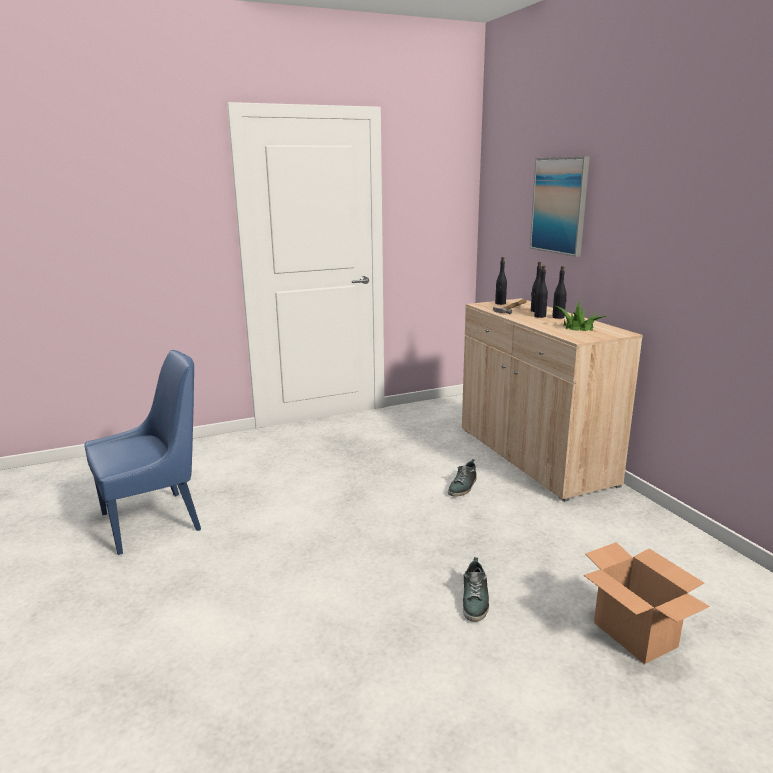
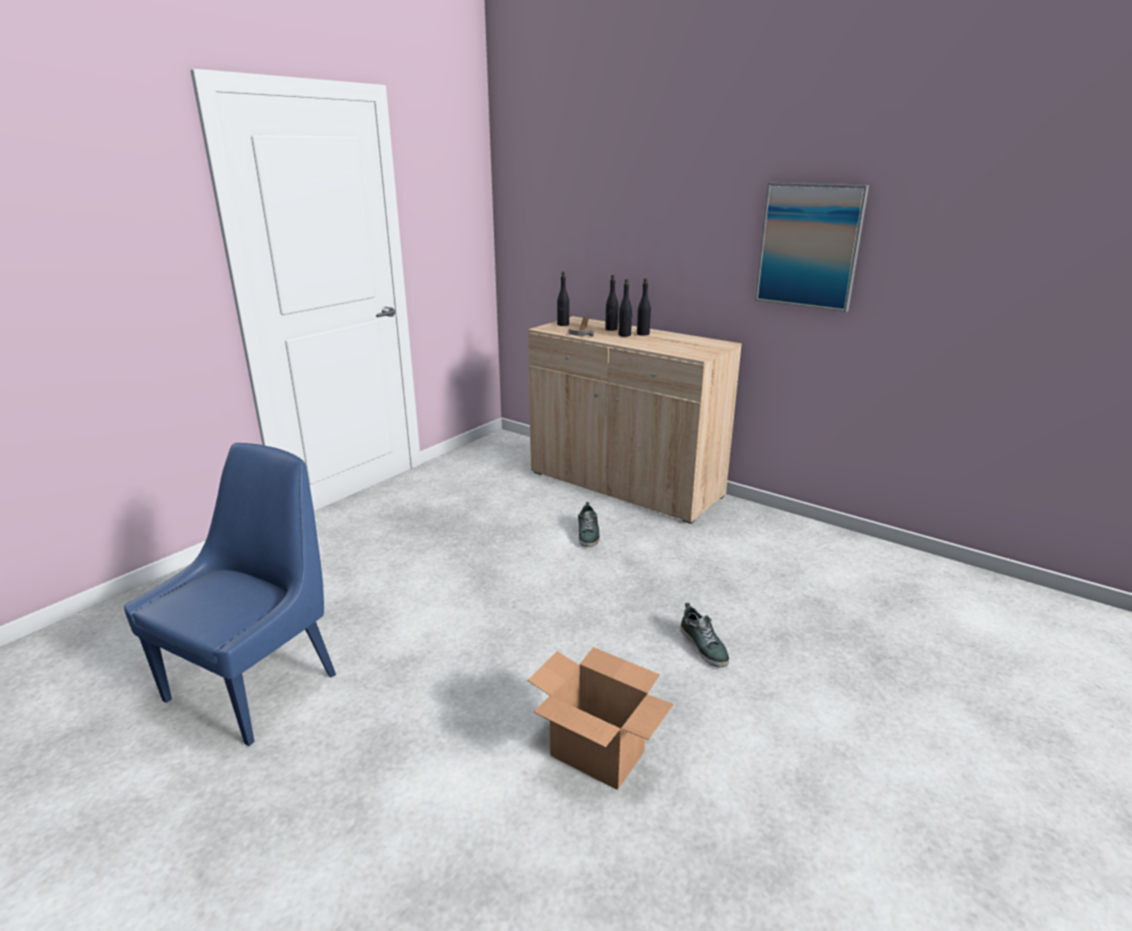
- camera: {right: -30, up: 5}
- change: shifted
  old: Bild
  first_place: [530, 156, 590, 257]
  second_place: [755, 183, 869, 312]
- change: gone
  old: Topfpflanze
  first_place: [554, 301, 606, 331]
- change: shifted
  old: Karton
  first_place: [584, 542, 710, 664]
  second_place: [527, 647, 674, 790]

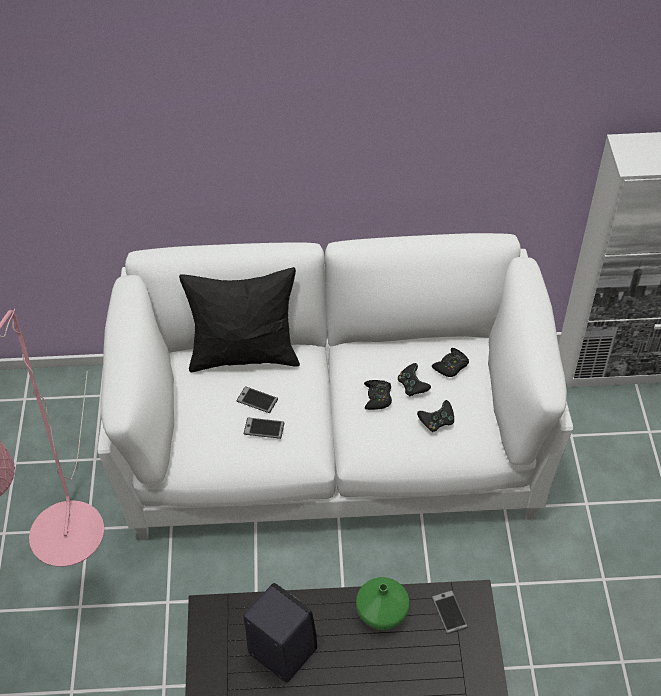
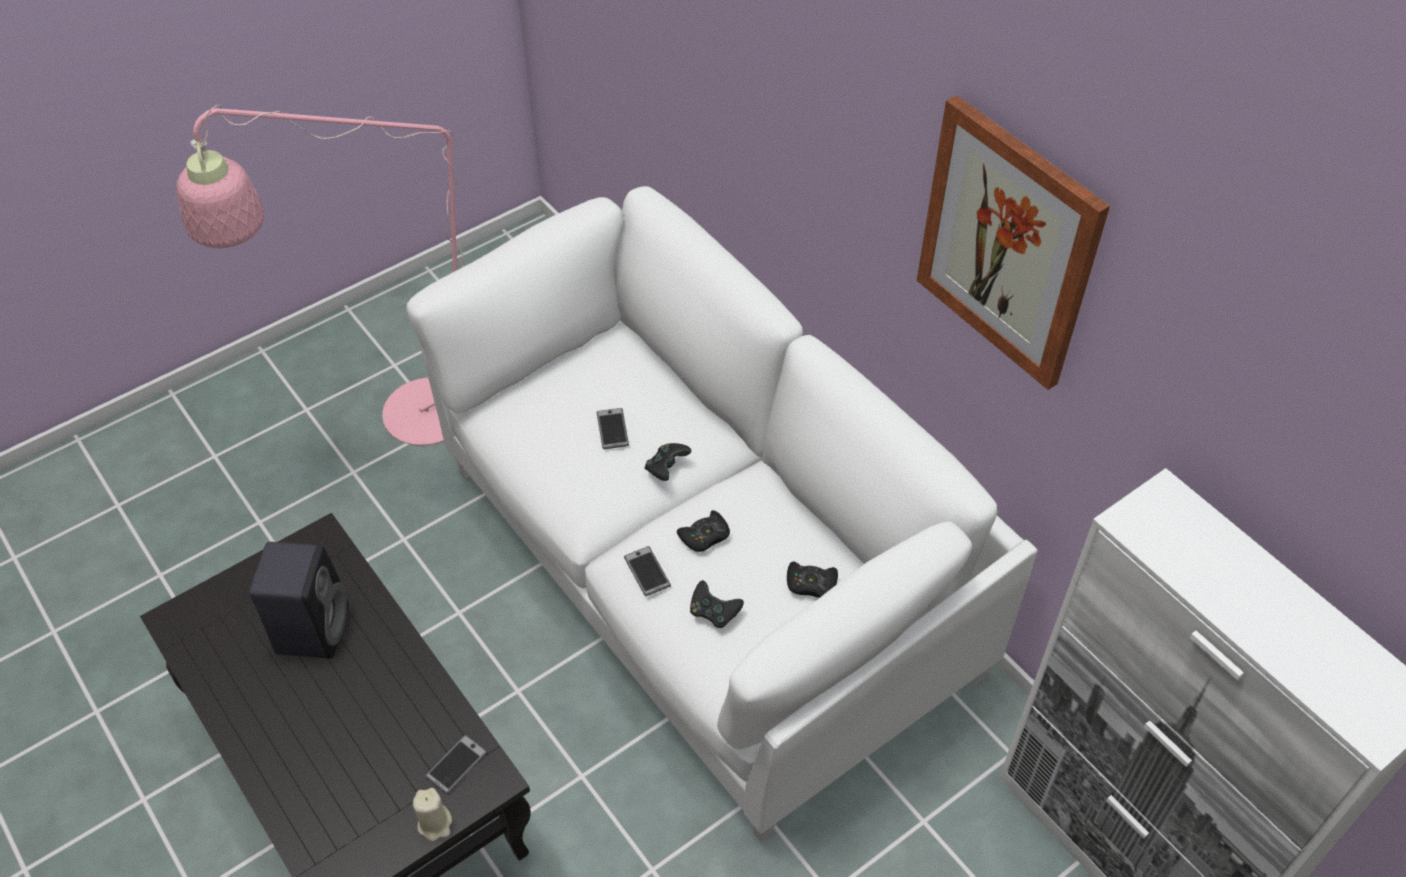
- camera: {right: 55, up: 0}
- change: gone
  old: Kissen/schwarz
  first_place: [179, 267, 300, 372]
- change: shifted
  old: Handy
  first_place: [244, 418, 284, 439]
  second_place: [624, 546, 671, 596]
- change: gone
  old: Vase/grün
  first_place: [356, 577, 410, 630]
- change: shifted
  old: Gamepad/schwarz
  first_place: [398, 363, 431, 396]
  second_place: [645, 443, 691, 481]
- change: new
  new: Kerze/beige
  second_place: [413, 788, 452, 841]
- change: new
  new: Bild
  second_place: [917, 95, 1110, 390]

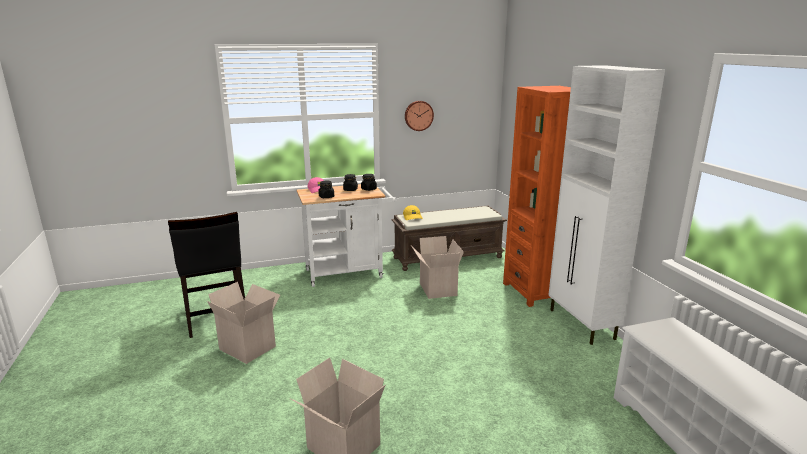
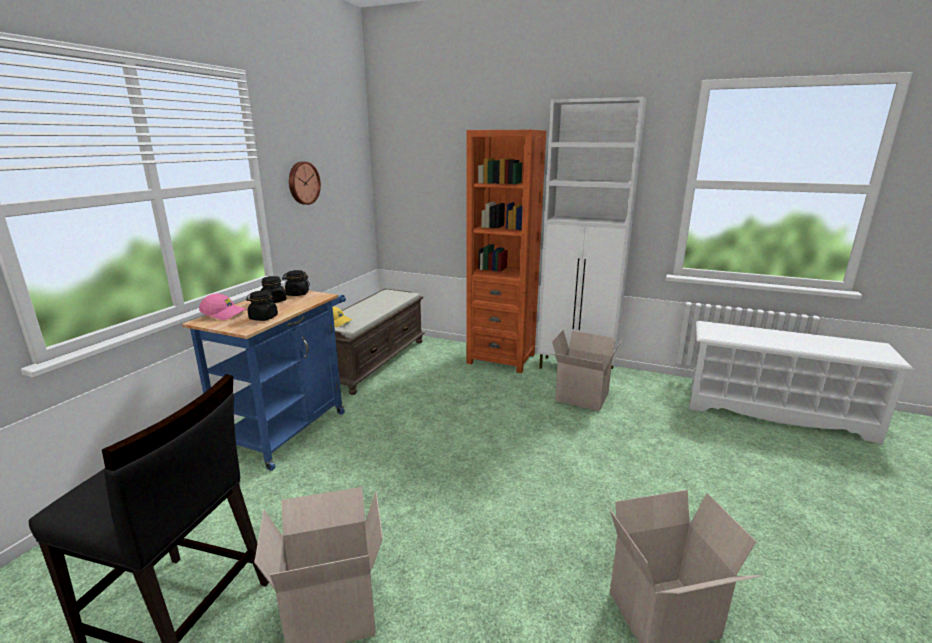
- camera: {right: -50, up: 0}
- change: repainted
  old: Rollwagen/weiß
  new: Rollwagen/blau
  first_place: [297, 184, 397, 287]
  second_place: [182, 287, 346, 471]
- change: shifted
  old: Karton
  first_place: [412, 236, 464, 299]
  second_place: [552, 330, 621, 411]

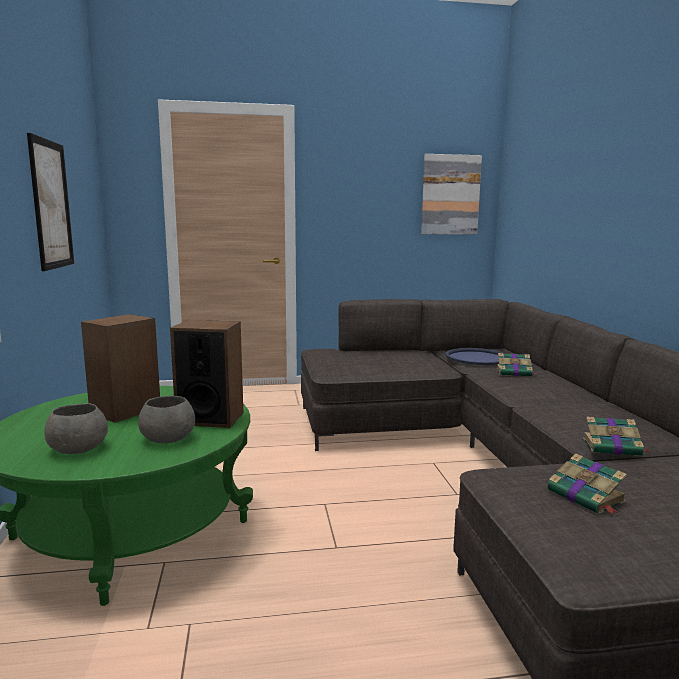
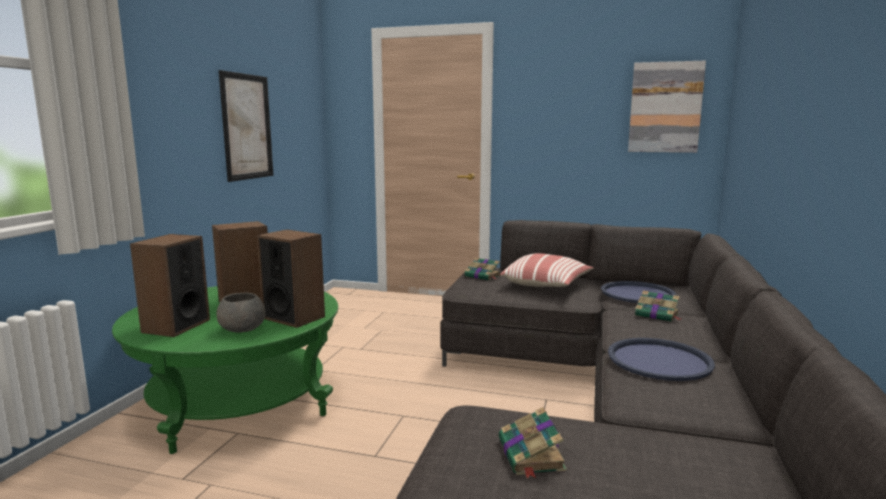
- camera: {right: 25, up: 0}
- change: swapped
  old: Schüssel/grau
  new: Lautsprecher
  first_place: [44, 403, 108, 454]
  second_place: [130, 234, 210, 337]
- change: shifted
  old: Buch
  first_place: [583, 416, 650, 456]
  second_place: [464, 258, 500, 281]
- change: new
  new: Kissen
  second_place: [500, 253, 594, 287]
- change: new
  new: Tablett/blau
  second_place: [608, 338, 715, 381]

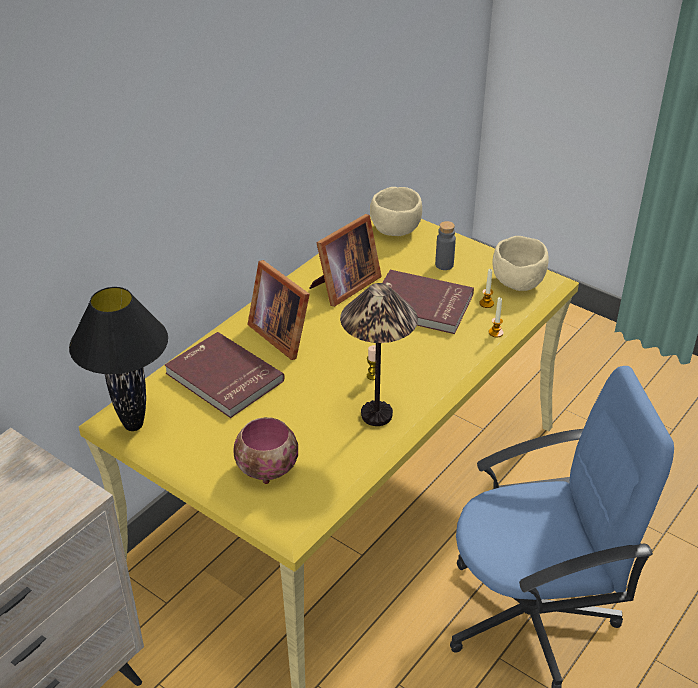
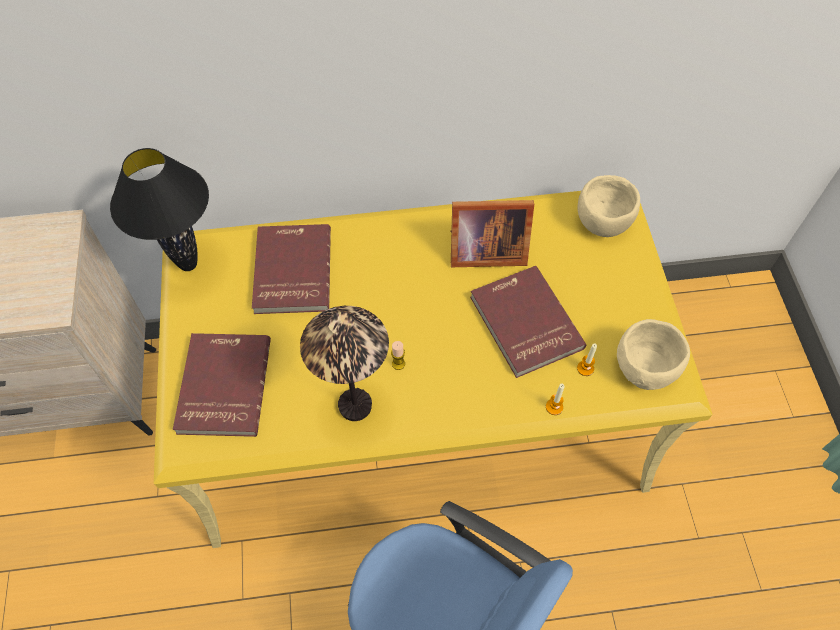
- camera: {right: 45, up: 20}
- change: swapped
  old: Schüssel
  new: Buch/rot
  first_place: [234, 417, 298, 484]
  second_place: [173, 333, 271, 437]
- change: gone
  old: Bilderrahmen
  first_place: [247, 260, 310, 360]
- change: gone
  old: Flasche/grau
  first_place: [435, 221, 456, 270]

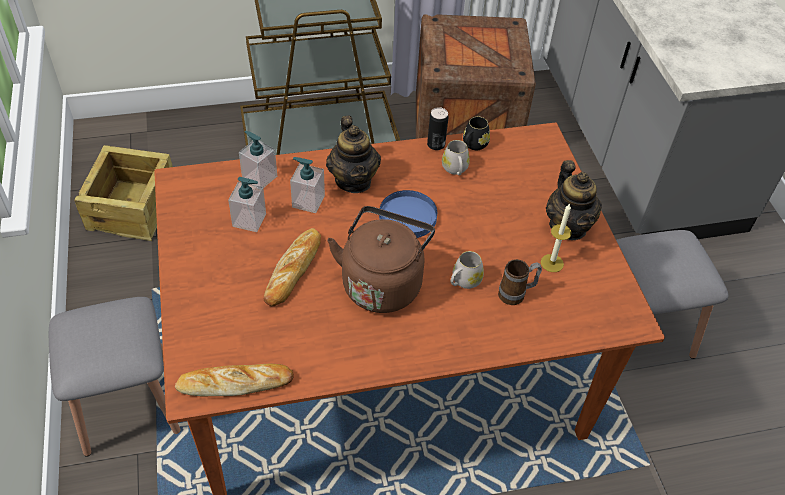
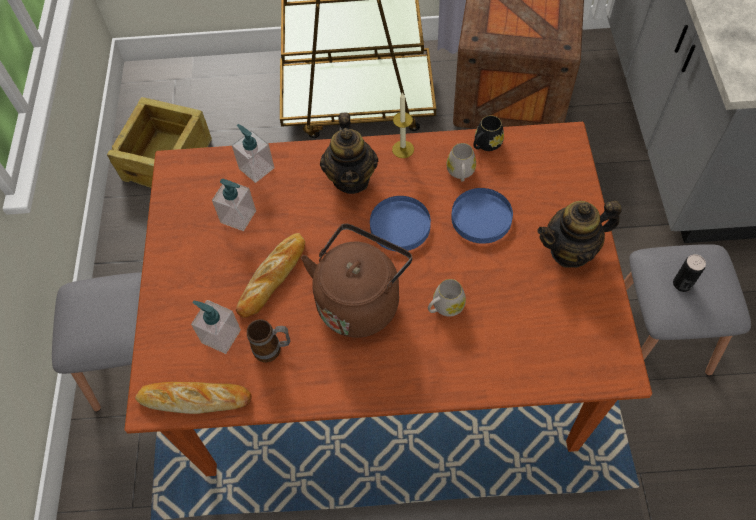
- camera: {right: 15, up: 10}
- change: shifted
  old: Seifenspender
  first_place: [290, 157, 325, 213]
  second_place: [191, 300, 241, 354]
- change: shifted
  old: Dose
  first_place: [427, 107, 449, 150]
  second_place: [673, 254, 706, 292]
- change: shifted
  old: Henkelbecher
  first_place: [498, 259, 542, 305]
  second_place: [247, 319, 290, 362]
- change: shifted
  old: Kerze
  first_place: [541, 203, 572, 272]
  second_place: [392, 92, 414, 158]
- change: rotated
  old: Teekanne
  first_place: [546, 160, 602, 240]
  second_place: [538, 200, 622, 268]
  degrees: 75
- change: new
  new: Teller/blau
  second_place: [451, 188, 513, 244]

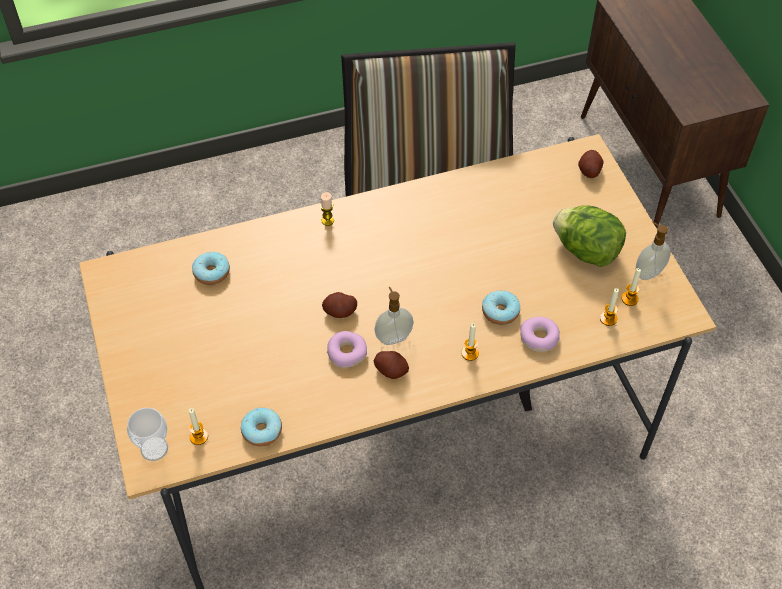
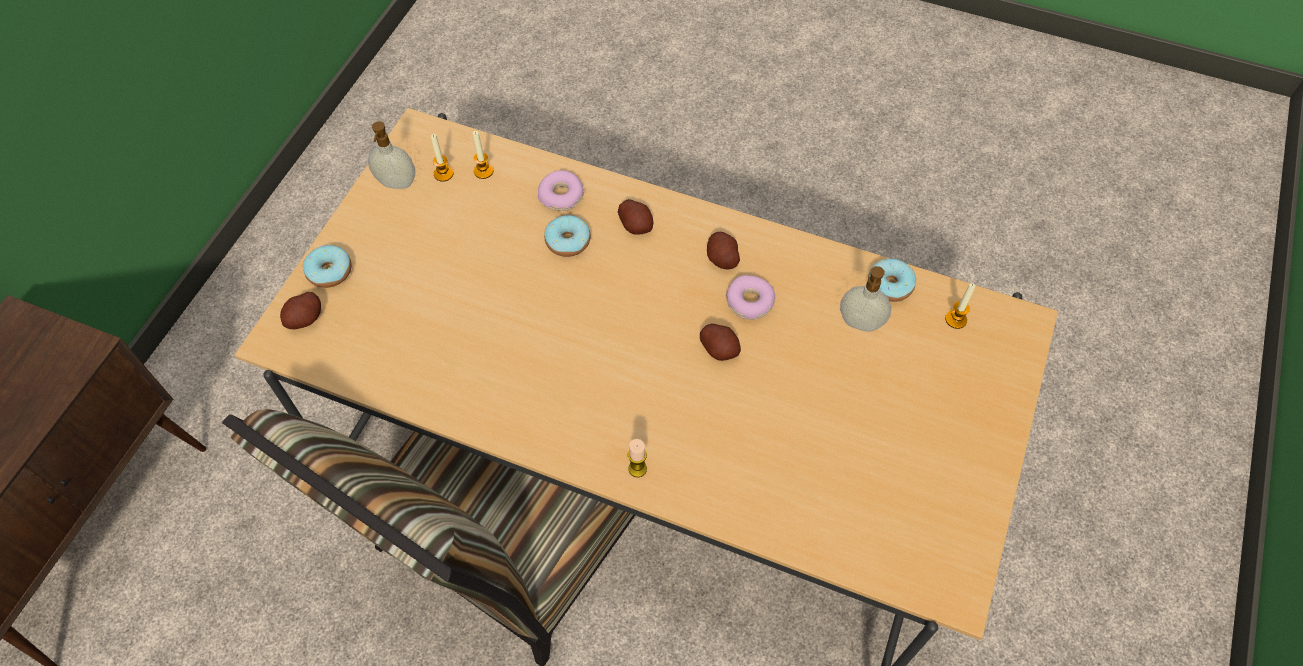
- camera: {right: -140, up: 5}
- change: gone
  old: Tasse
  first_place: [127, 408, 168, 461]
- change: shifted
  old: Donut
  first_place: [192, 252, 230, 285]
  second_place: [303, 245, 352, 288]
- change: shifted
  old: Seifenspender
  first_place: [375, 287, 414, 345]
  second_place: [840, 266, 891, 332]
- change: swapped
  old: Kerze
  new: Kartoffel
  first_place: [461, 323, 479, 361]
  second_place: [618, 199, 653, 235]
- change: gone
  old: Salatkopf
  first_place: [553, 205, 626, 267]

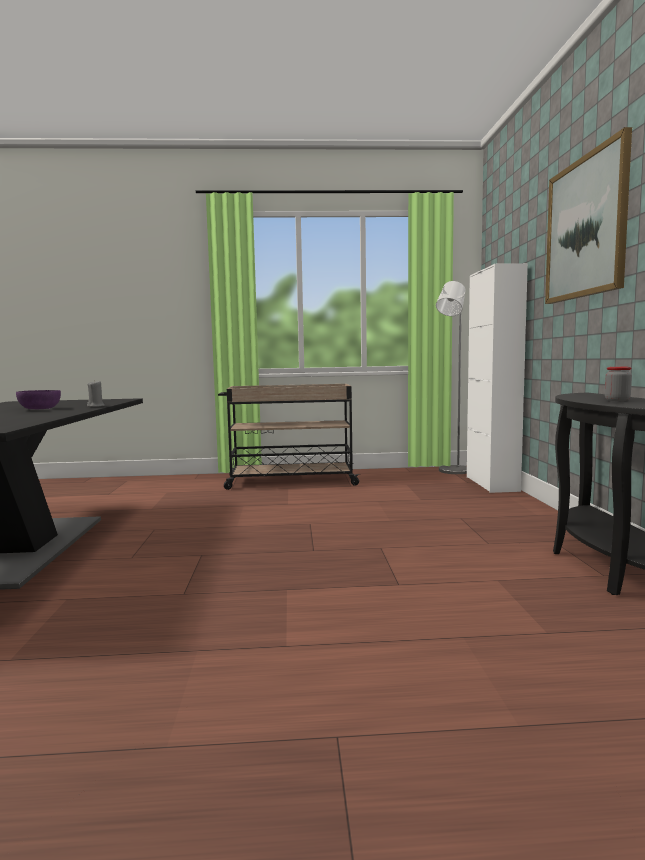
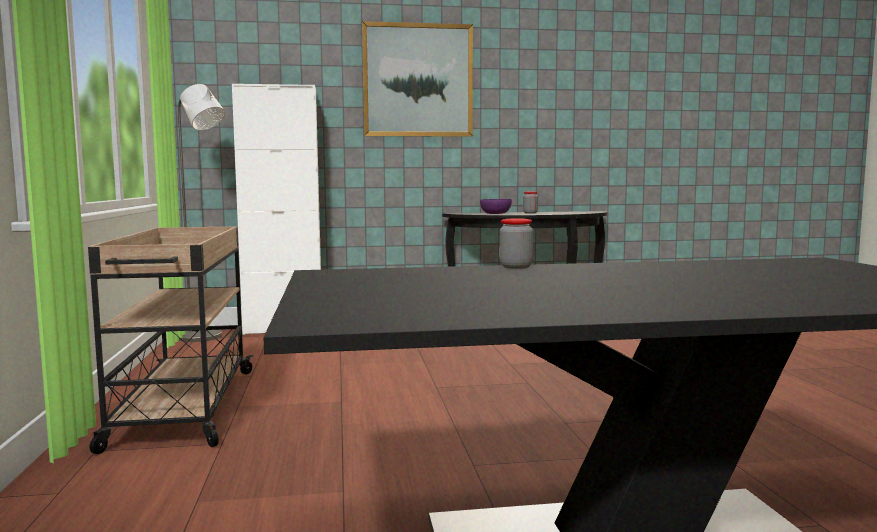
- camera: {right: -95, up: 0}
- change: shifted
  old: Schüssel/lila
  first_place: [16, 390, 61, 409]
  second_place: [480, 199, 512, 214]
- change: swapped
  old: Kerze/grau
  new: Vorratsglas
  first_place: [87, 380, 105, 407]
  second_place: [500, 218, 533, 269]

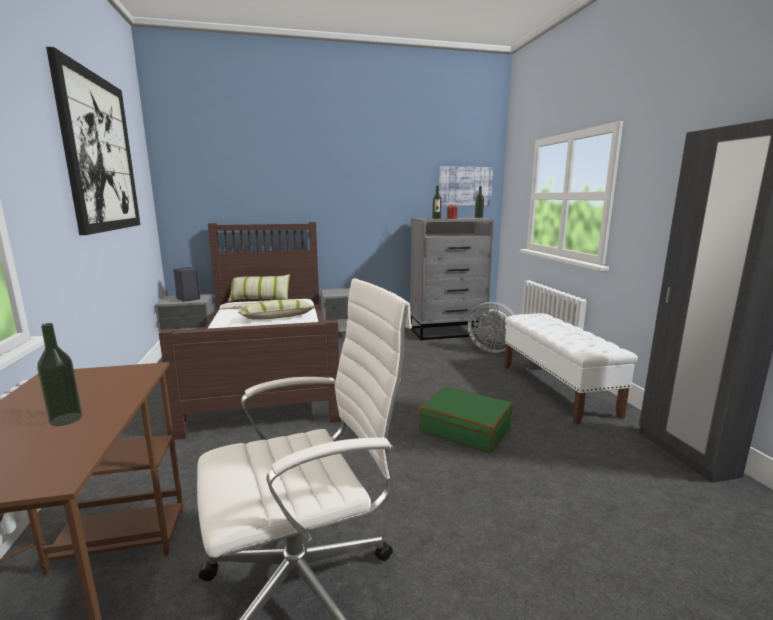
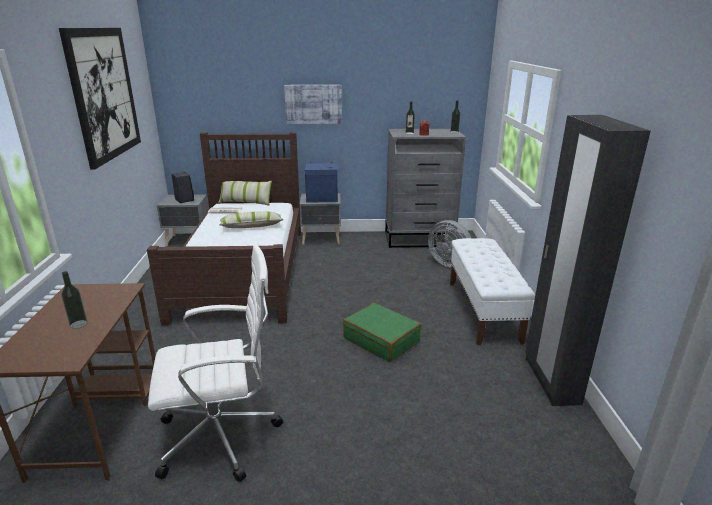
- camera: {right: 10, up: 10}
- change: shifted
  old: Bild
  first_place: [439, 166, 493, 206]
  second_place: [284, 85, 342, 124]
- change: new
  new: Lautsprecher/blau
  second_place: [305, 162, 338, 203]

